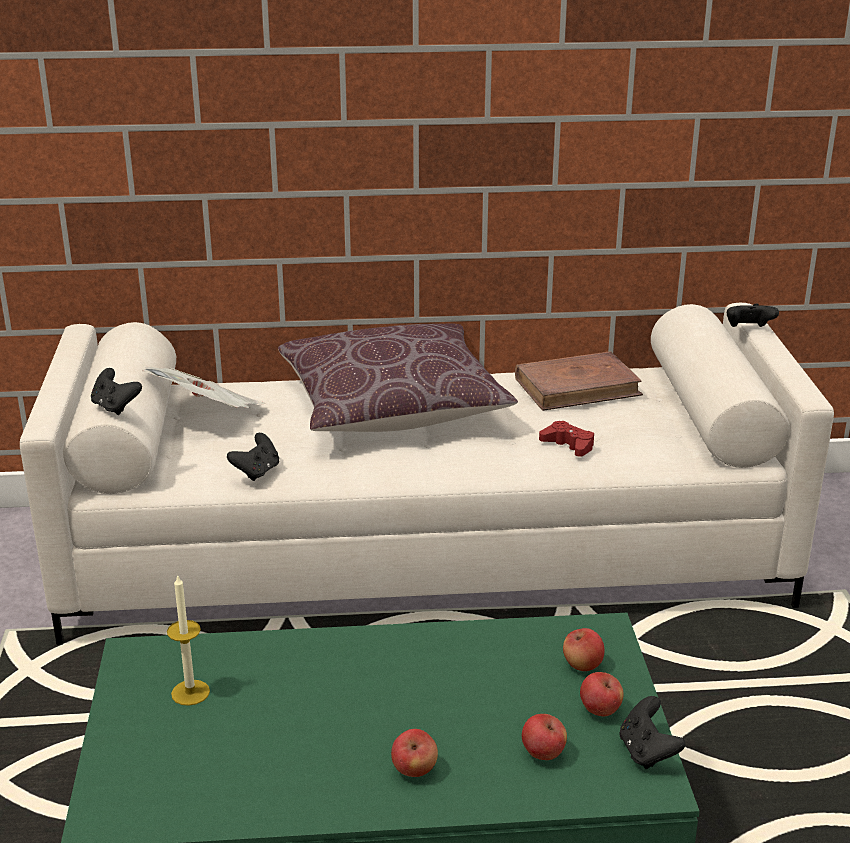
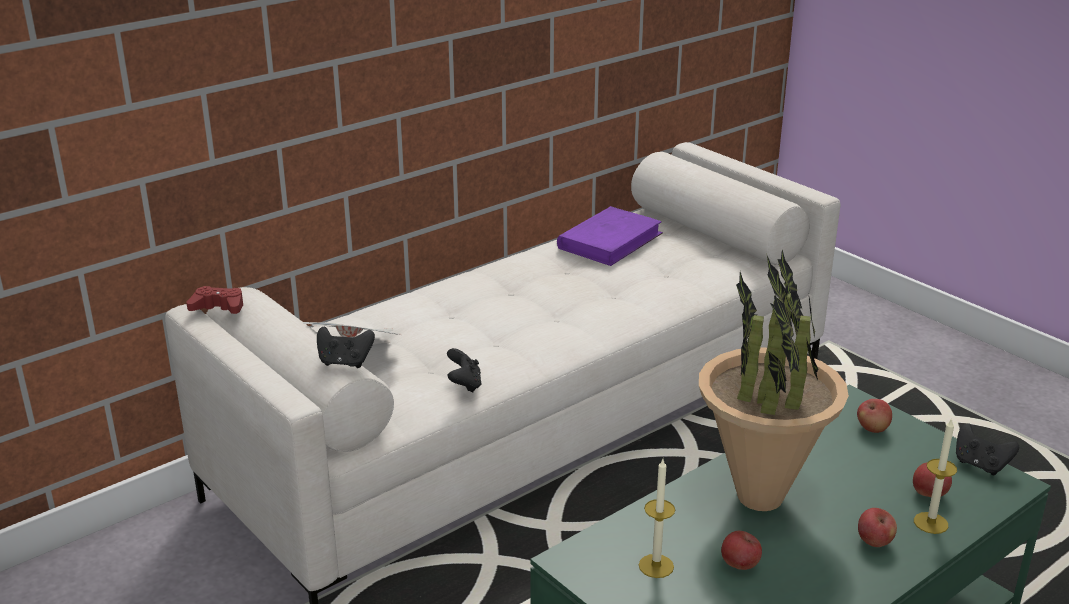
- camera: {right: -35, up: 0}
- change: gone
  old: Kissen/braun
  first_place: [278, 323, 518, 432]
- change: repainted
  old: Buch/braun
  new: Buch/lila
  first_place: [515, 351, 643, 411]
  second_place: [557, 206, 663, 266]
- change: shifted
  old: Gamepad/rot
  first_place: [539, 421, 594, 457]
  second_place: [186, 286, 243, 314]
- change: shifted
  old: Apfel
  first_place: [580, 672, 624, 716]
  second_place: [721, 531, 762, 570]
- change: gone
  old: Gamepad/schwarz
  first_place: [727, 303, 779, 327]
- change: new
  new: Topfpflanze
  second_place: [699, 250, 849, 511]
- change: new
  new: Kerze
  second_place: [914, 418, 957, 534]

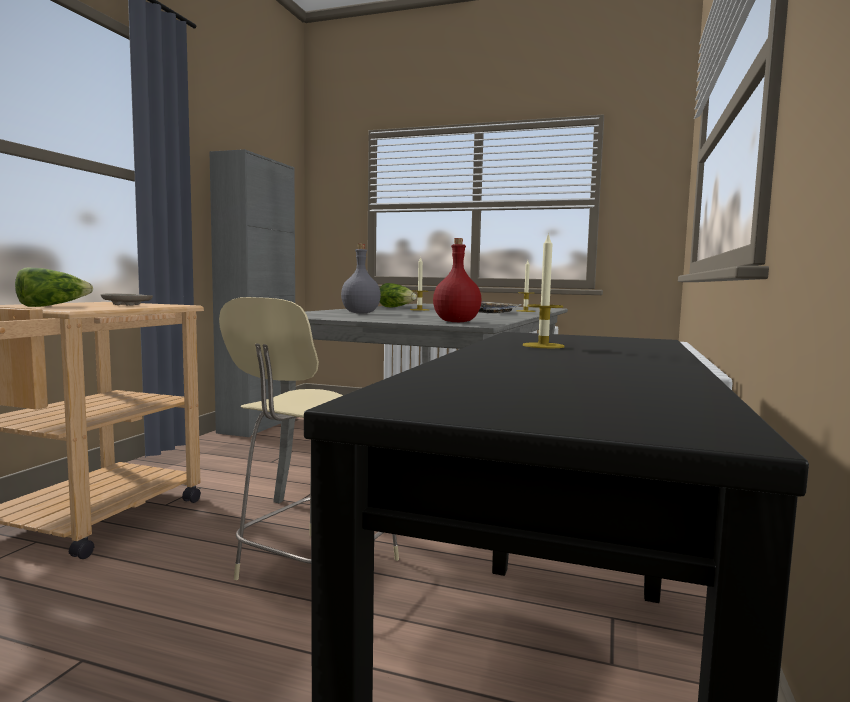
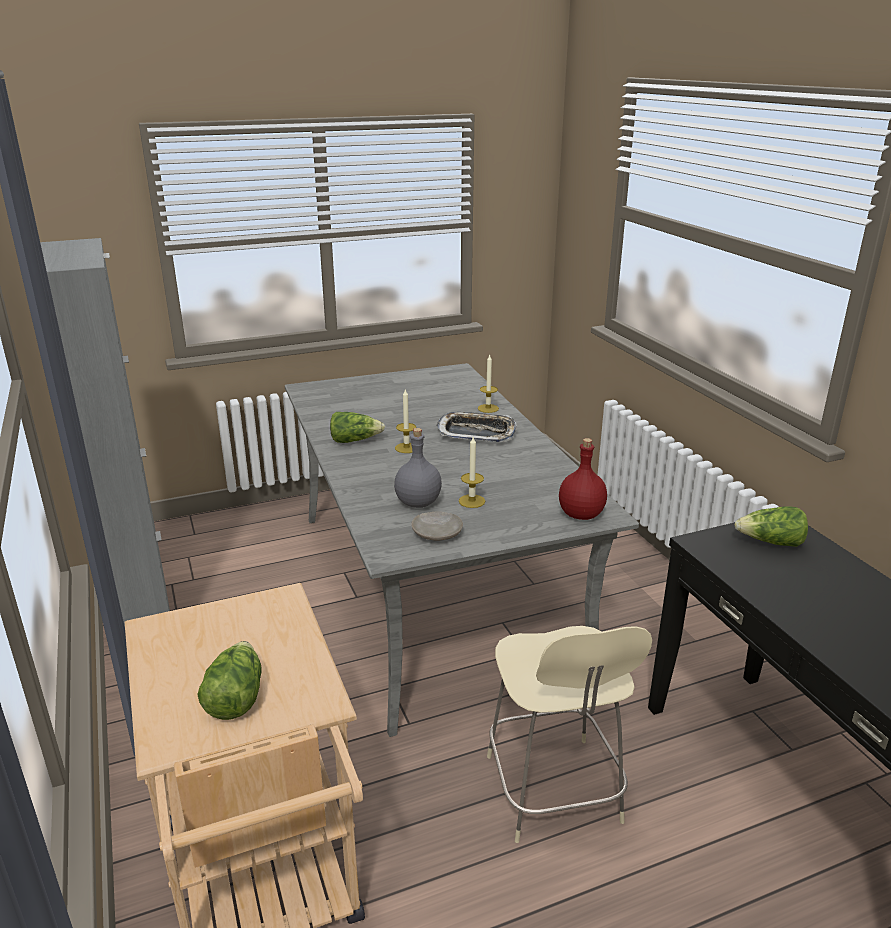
- camera: {right: -40, up: 20}
- change: shifted
  old: Teller/beige
  first_place: [101, 294, 153, 306]
  second_place: [411, 511, 463, 541]
- change: shifted
  old: Kerze
  first_place: [523, 233, 565, 348]
  second_place: [459, 437, 485, 508]
- change: new
  new: Salatkopf
  second_place: [735, 506, 808, 547]

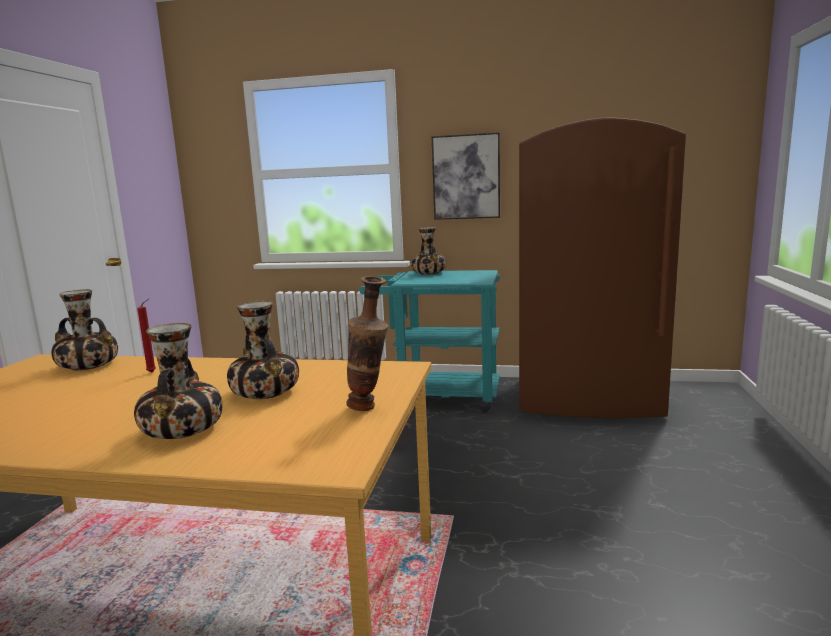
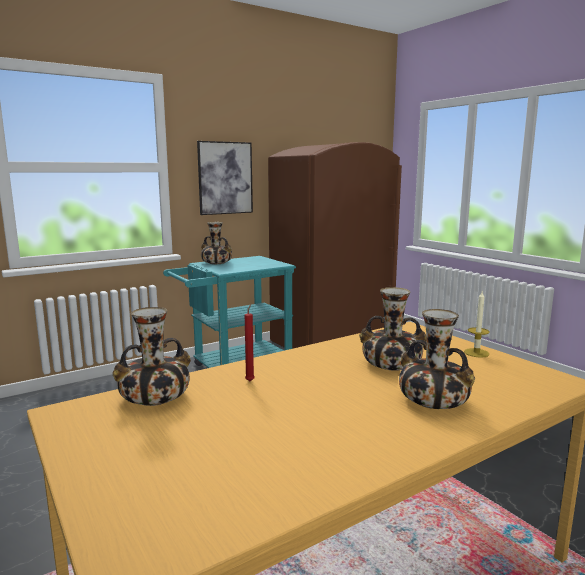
- camera: {right: -45, up: 0}
- change: swapped
  old: Vase
  new: Kerze
  first_place: [346, 277, 388, 411]
  second_place: [464, 292, 490, 358]

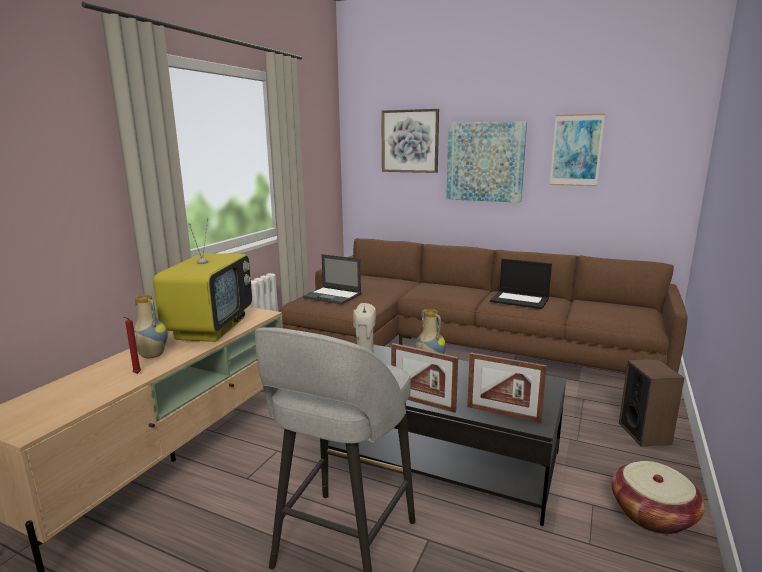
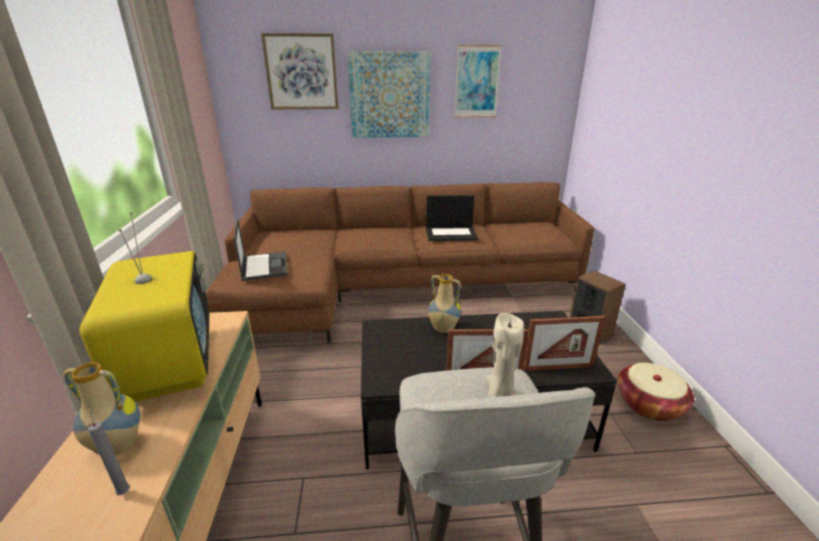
- camera: {right: -30, up: 10}
- change: repainted
  old: Kerze/rot
  new: Kerze/grau
  first_place: [123, 317, 141, 374]
  second_place: [87, 422, 130, 495]
- change: rotated
  old: Laptop
  first_place: [303, 254, 361, 305]
  second_place: [234, 219, 288, 281]
  degrees: -105

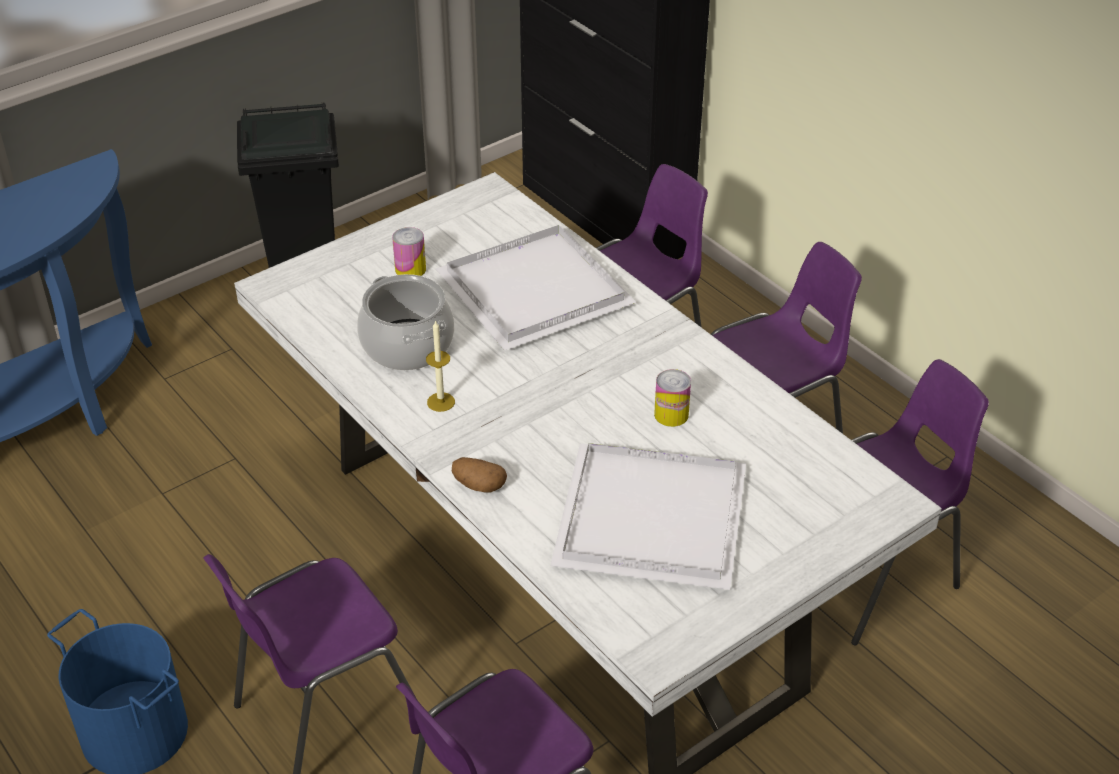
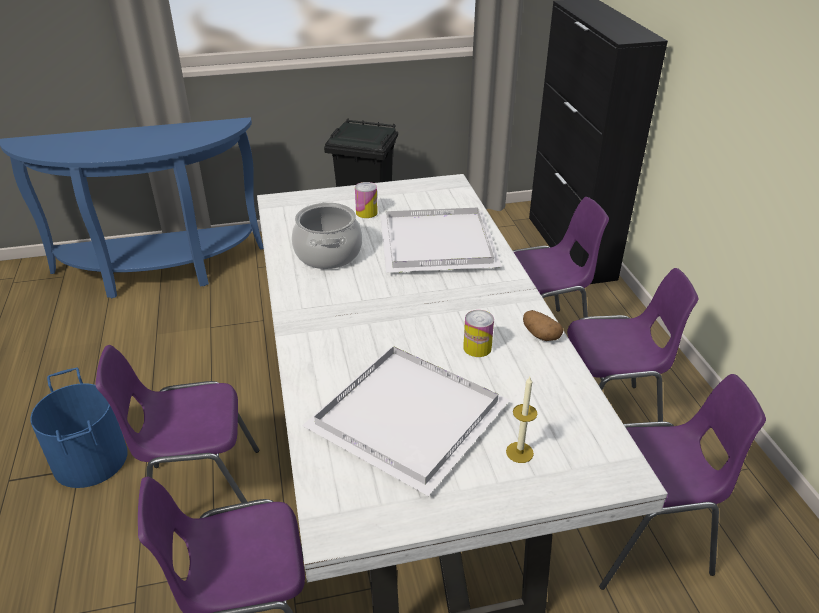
- camera: {right: 25, up: -5}
- change: shifted
  old: Kerze
  first_place: [426, 320, 455, 412]
  second_place: [506, 377, 537, 463]
- change: shifted
  old: Kartoffel
  first_place: [452, 457, 507, 493]
  second_place: [523, 310, 563, 341]

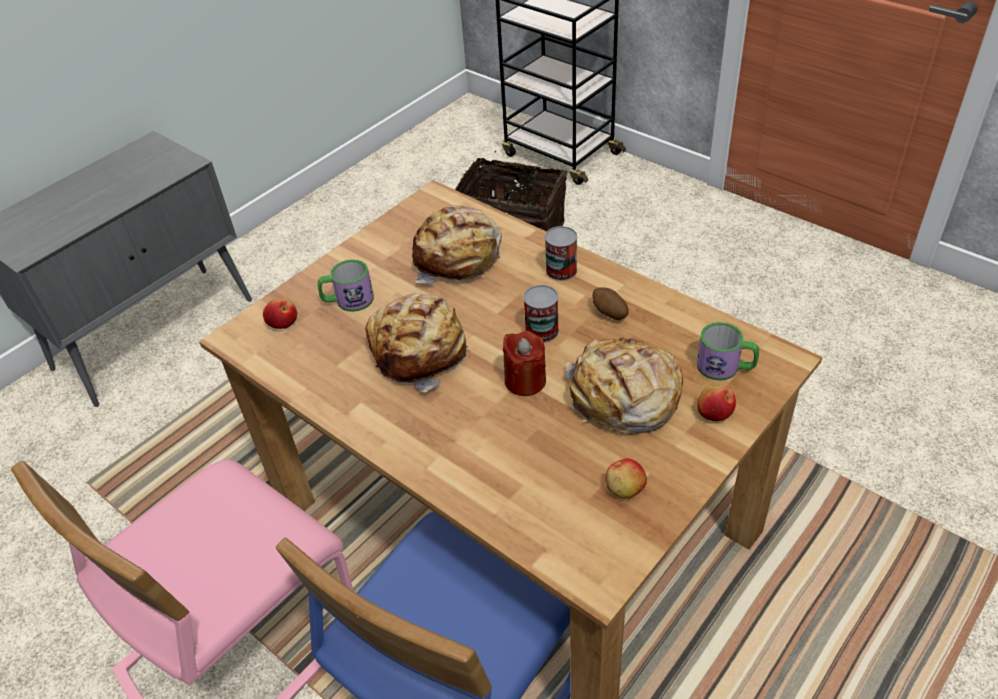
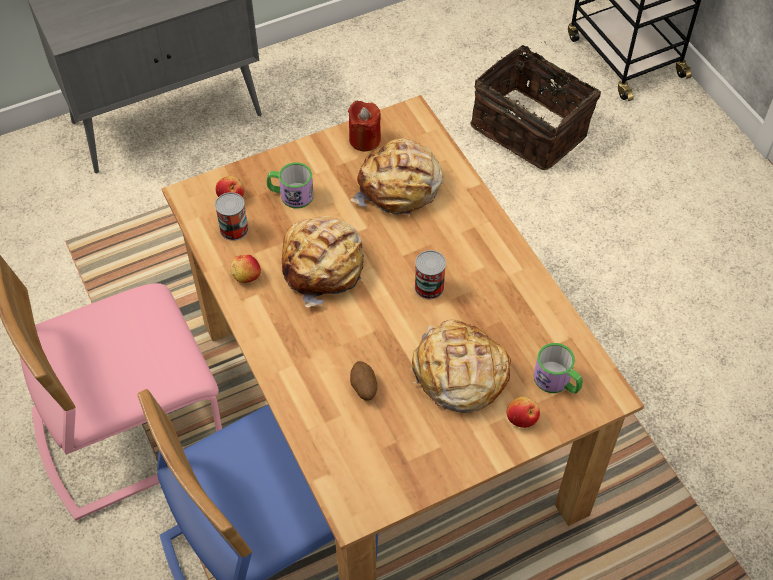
- camera: {right: 20, up: 10}
- change: shifted
  old: Kerze/rot
  first_place: [503, 331, 546, 396]
  second_place: [348, 101, 381, 151]
- change: shifted
  old: Dose
  first_place: [545, 226, 577, 281]
  second_place: [215, 192, 249, 241]
- change: shifted
  old: Kartoffel
  first_place: [592, 287, 628, 320]
  second_place: [350, 361, 377, 401]
- change: shifted
  old: Apfel
  first_place: [605, 458, 647, 498]
  second_place: [230, 255, 261, 283]

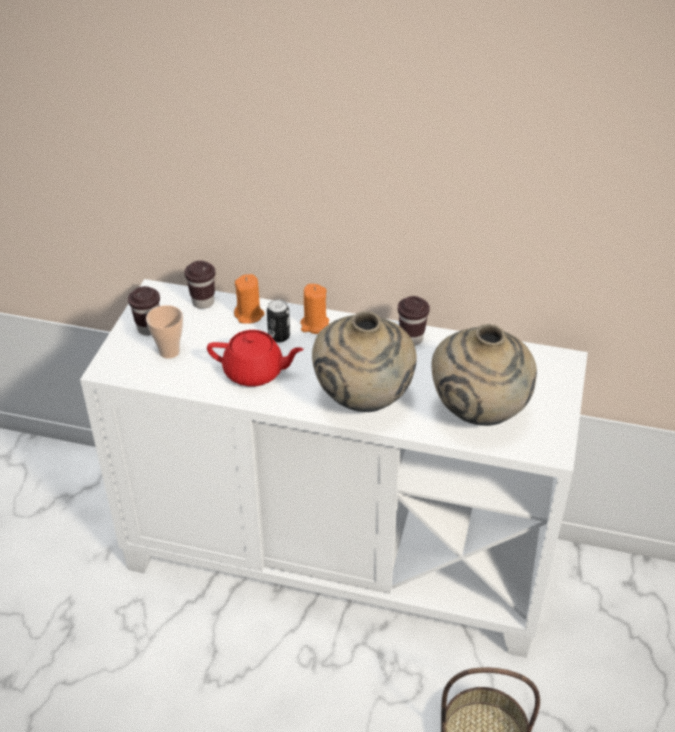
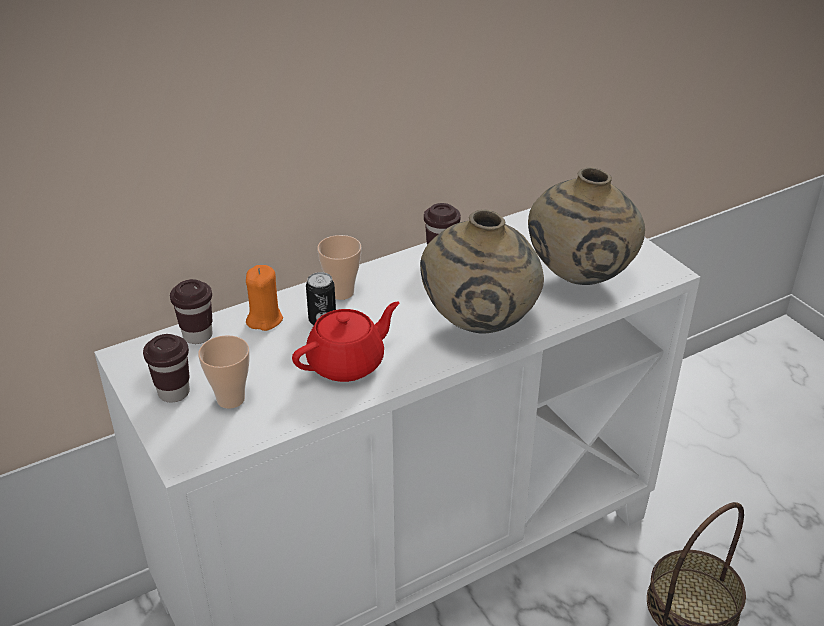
- camera: {right: -45, up: -5}
- change: swapped
  old: Kerze/orange
  new: Tasse
  first_place: [300, 284, 329, 334]
  second_place: [317, 235, 361, 300]

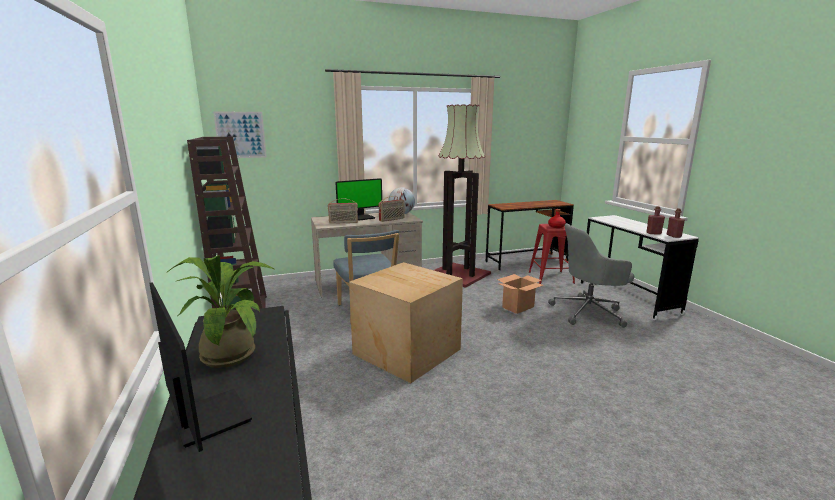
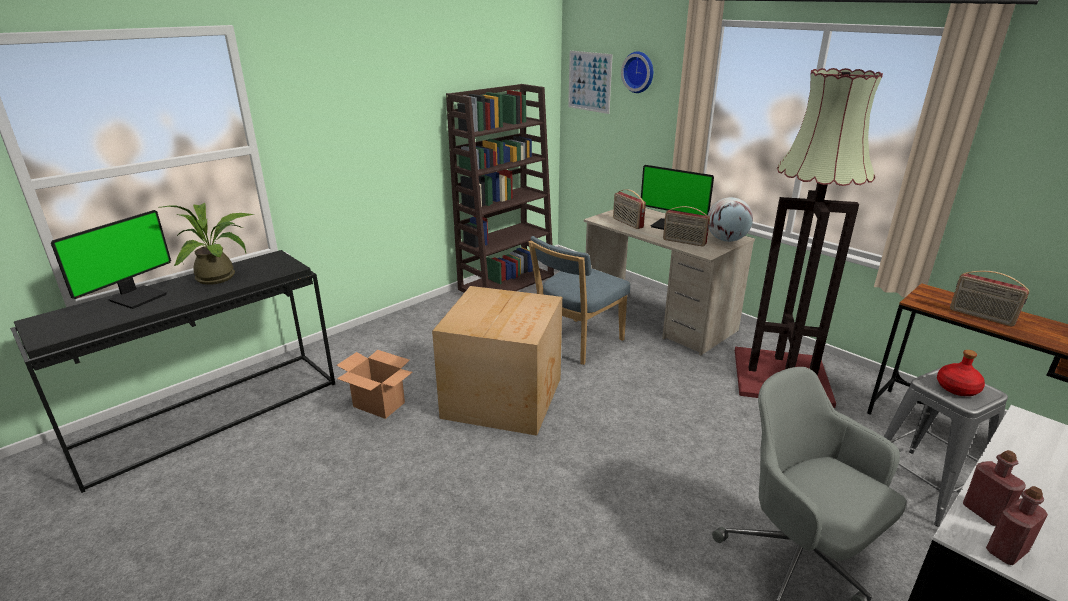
- camera: {right: 65, up: 10}
- change: shifted
  old: Karton
  first_place: [497, 274, 543, 314]
  second_place: [337, 350, 413, 419]
- change: repainted
  old: Hocker/rot
  new: Hocker/grau
  first_place: [529, 224, 575, 284]
  second_place: [884, 367, 1008, 526]
- change: new
  new: Wanduhr
  second_place: [621, 51, 653, 93]
- change: new
  new: Radio
  second_place: [950, 271, 1029, 326]

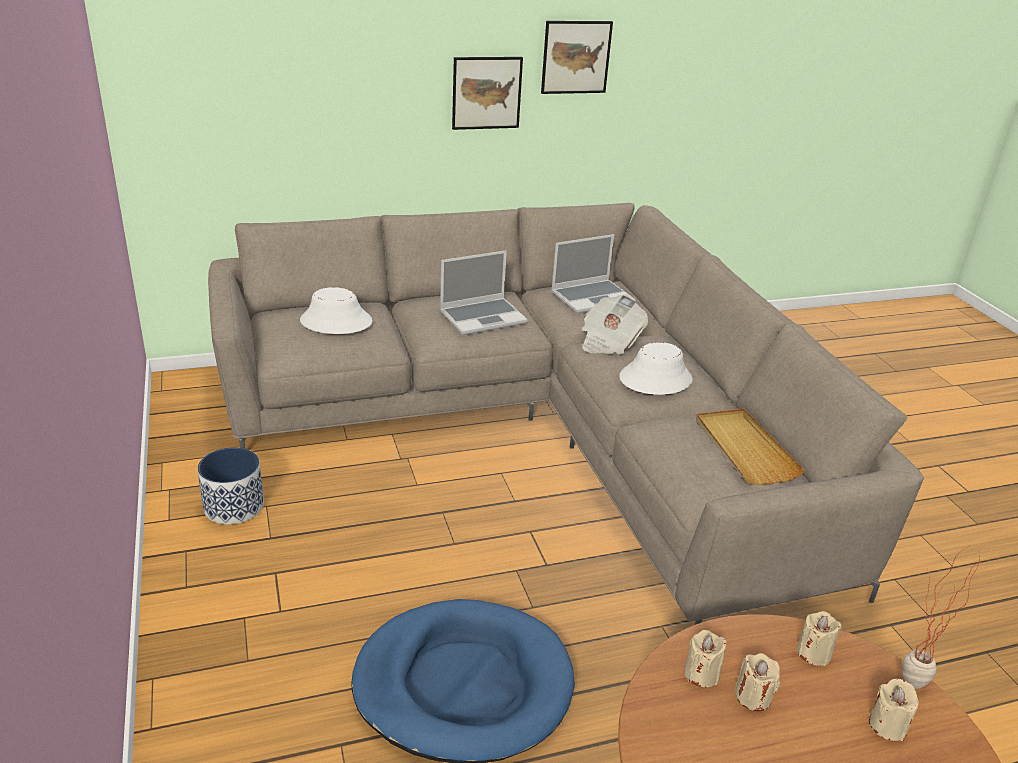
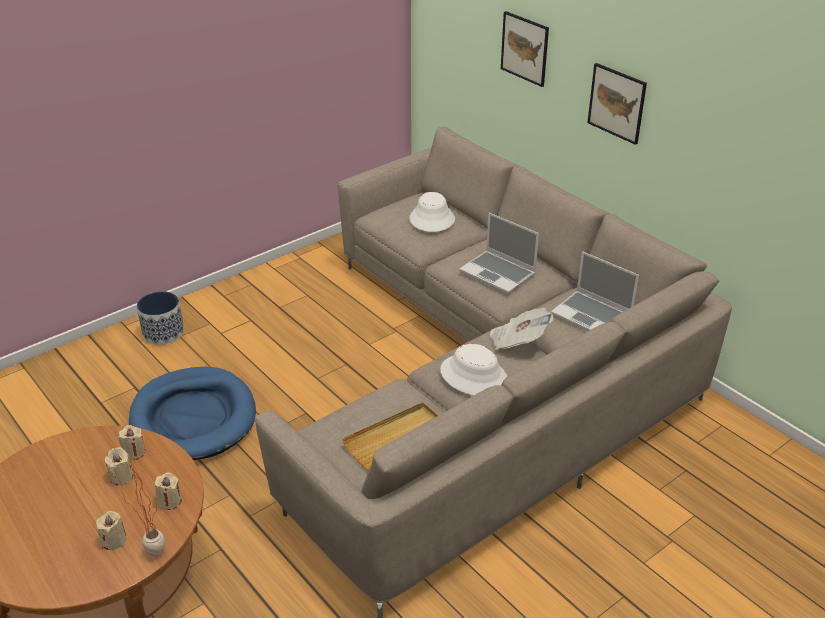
- camera: {right: 70, up: 5}
- change: shifted
  old: Pflanzkübel
  first_place: [197, 447, 264, 525]
  second_place: [137, 291, 184, 345]
- change: shifted
  old: Bild
  first_place: [541, 21, 613, 94]
  second_place: [501, 11, 549, 87]

